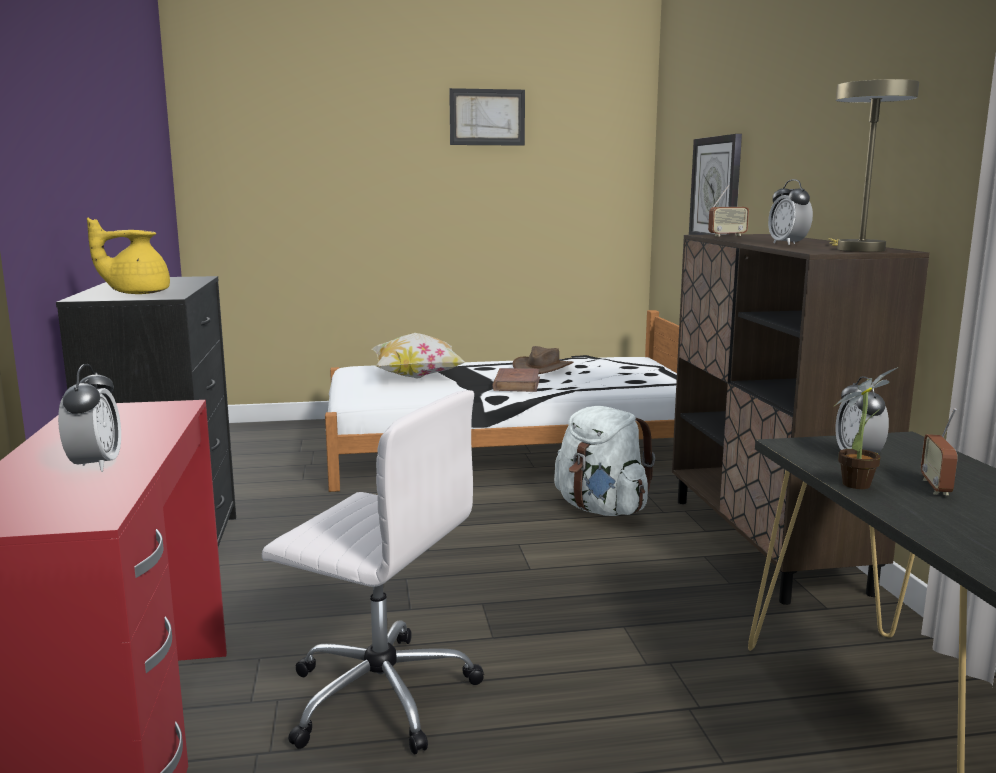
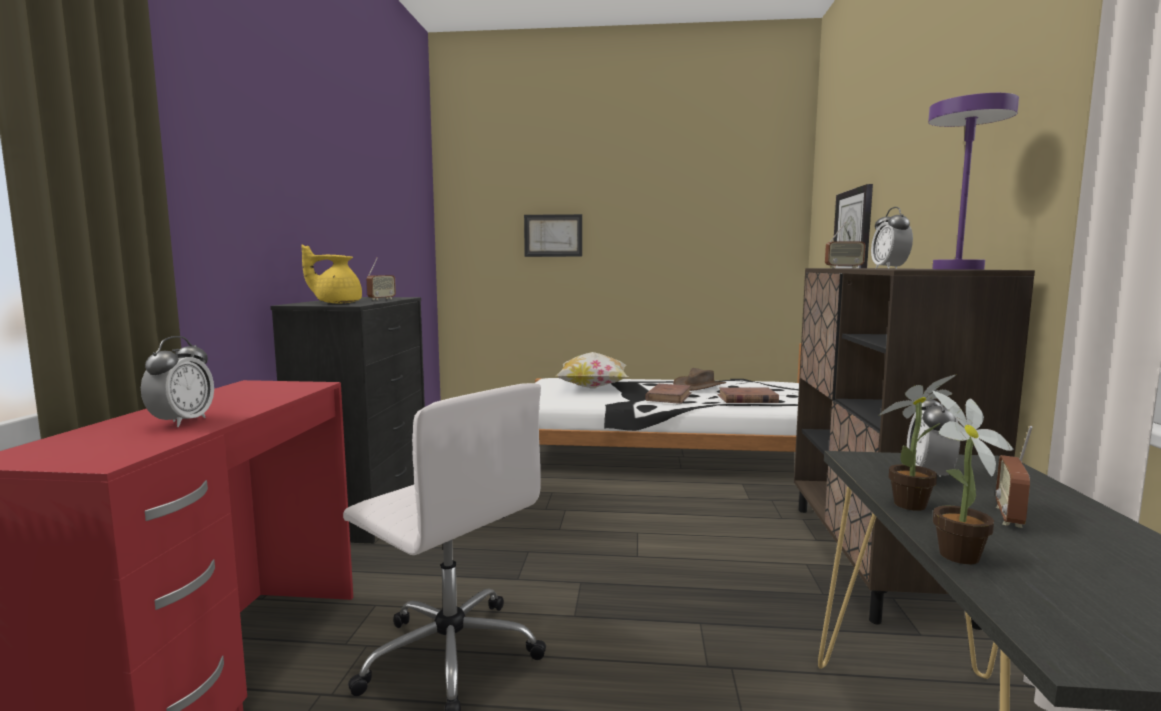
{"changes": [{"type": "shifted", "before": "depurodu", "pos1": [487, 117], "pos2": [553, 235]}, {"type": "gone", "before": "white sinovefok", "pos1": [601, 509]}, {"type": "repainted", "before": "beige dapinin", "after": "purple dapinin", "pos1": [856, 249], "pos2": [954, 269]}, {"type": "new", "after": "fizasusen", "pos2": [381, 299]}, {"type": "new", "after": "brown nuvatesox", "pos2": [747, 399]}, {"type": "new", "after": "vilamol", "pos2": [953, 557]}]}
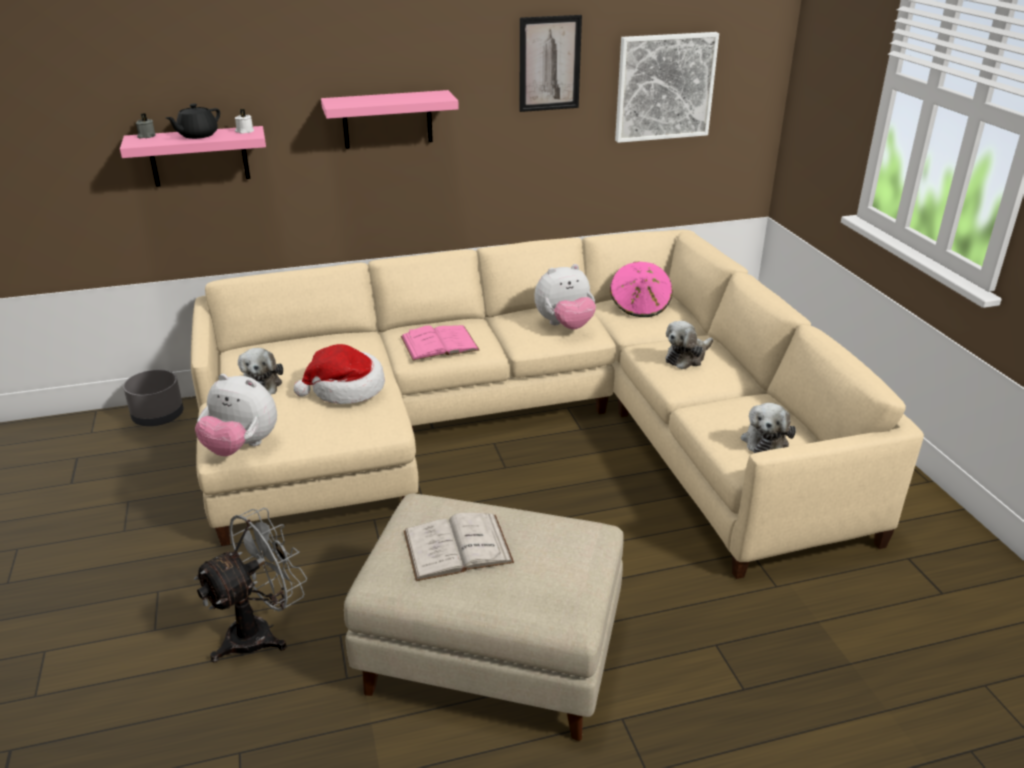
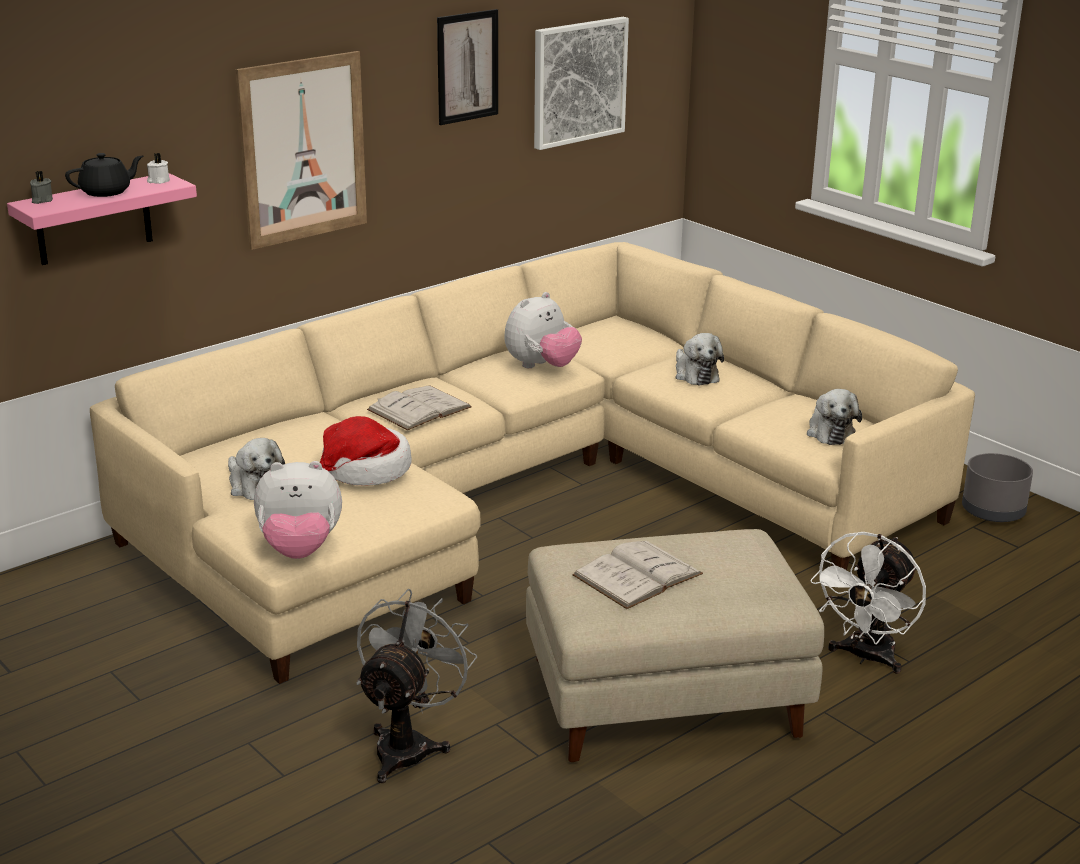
{"changes": [{"type": "shifted", "before": "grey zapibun", "pos1": [159, 416], "pos2": [992, 512]}, {"type": "rotated", "before": "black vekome", "pos1": [197, 135], "pos2": [107, 192], "turn": -135}, {"type": "swapped", "before": "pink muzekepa", "after": "depurodu", "pos1": [387, 119], "pos2": [303, 149]}, {"type": "repainted", "before": "pink nuvatesox", "after": "white nuvatesox", "pos1": [439, 343], "pos2": [419, 408]}, {"type": "gone", "before": "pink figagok", "pos1": [640, 306]}, {"type": "rotated", "before": "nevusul", "pos1": [687, 357], "pos2": [695, 374], "turn": -45}, {"type": "new", "after": "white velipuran", "pos2": [866, 657]}]}
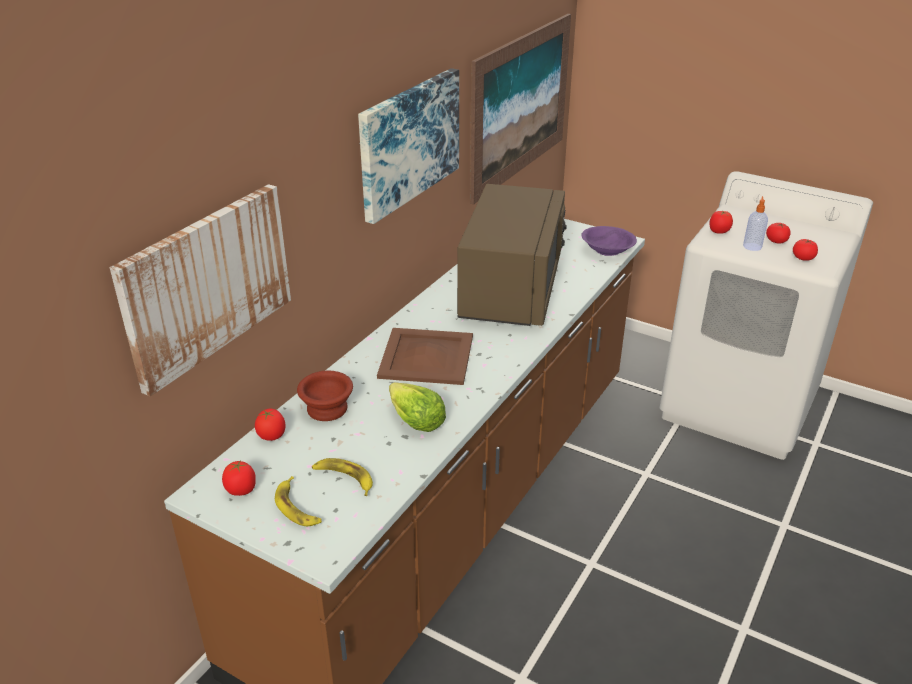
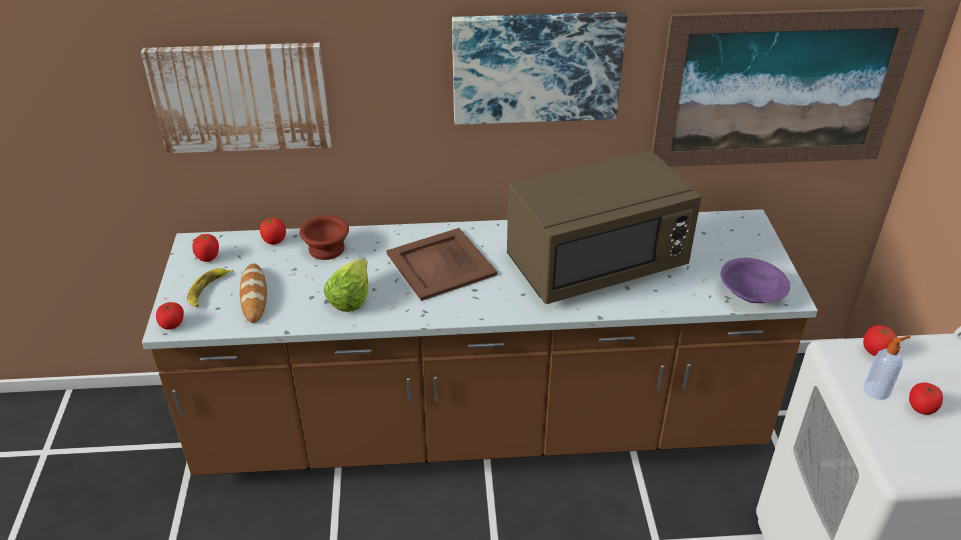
{"changes": [{"type": "swapped", "before": "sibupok", "after": "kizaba", "pos1": [344, 478], "pos2": [254, 295]}, {"type": "shifted", "before": "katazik", "pos1": [803, 258], "pos2": [172, 324]}]}
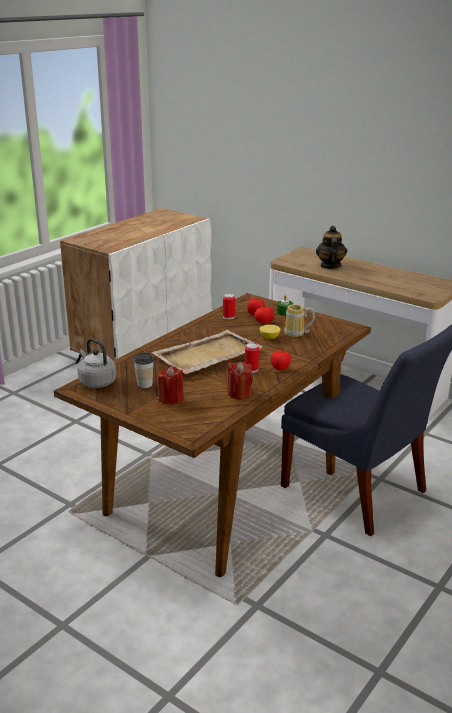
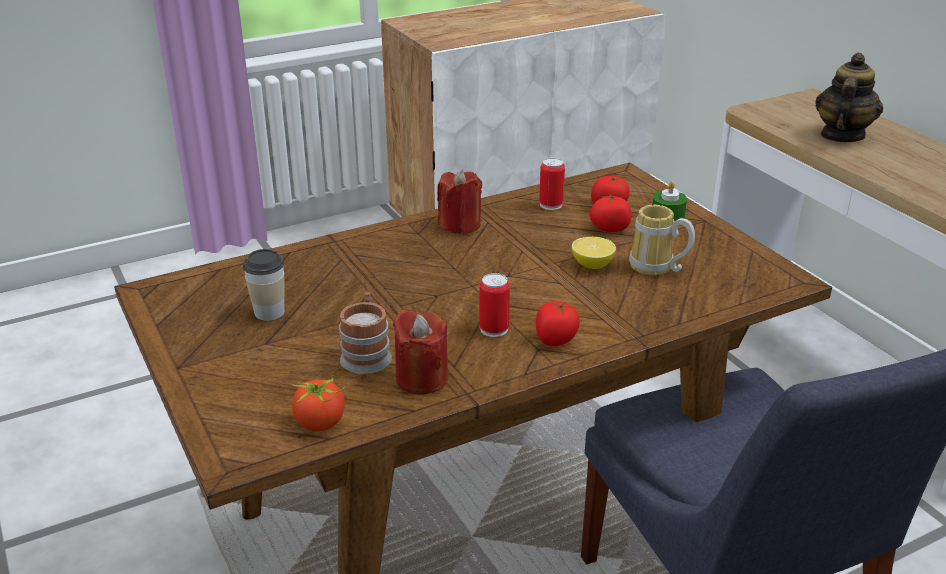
{"changes": [{"type": "gone", "before": "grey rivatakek", "pos1": [96, 382]}, {"type": "gone", "before": "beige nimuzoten", "pos1": [206, 355]}, {"type": "shifted", "before": "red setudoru", "pos1": [171, 399], "pos2": [460, 225]}, {"type": "new", "after": "katazik", "pos2": [321, 423]}, {"type": "new", "after": "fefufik", "pos2": [367, 354]}]}
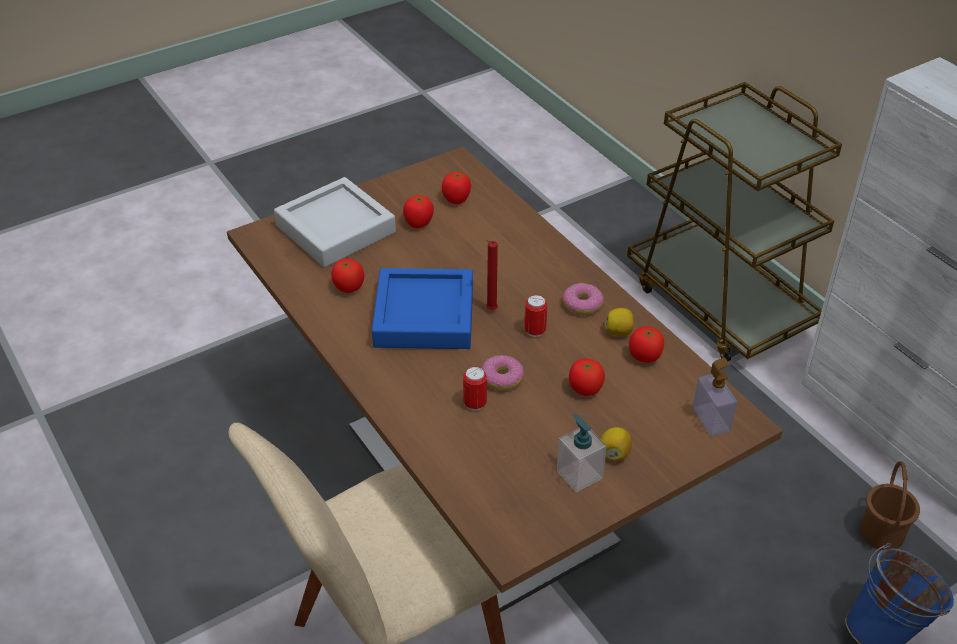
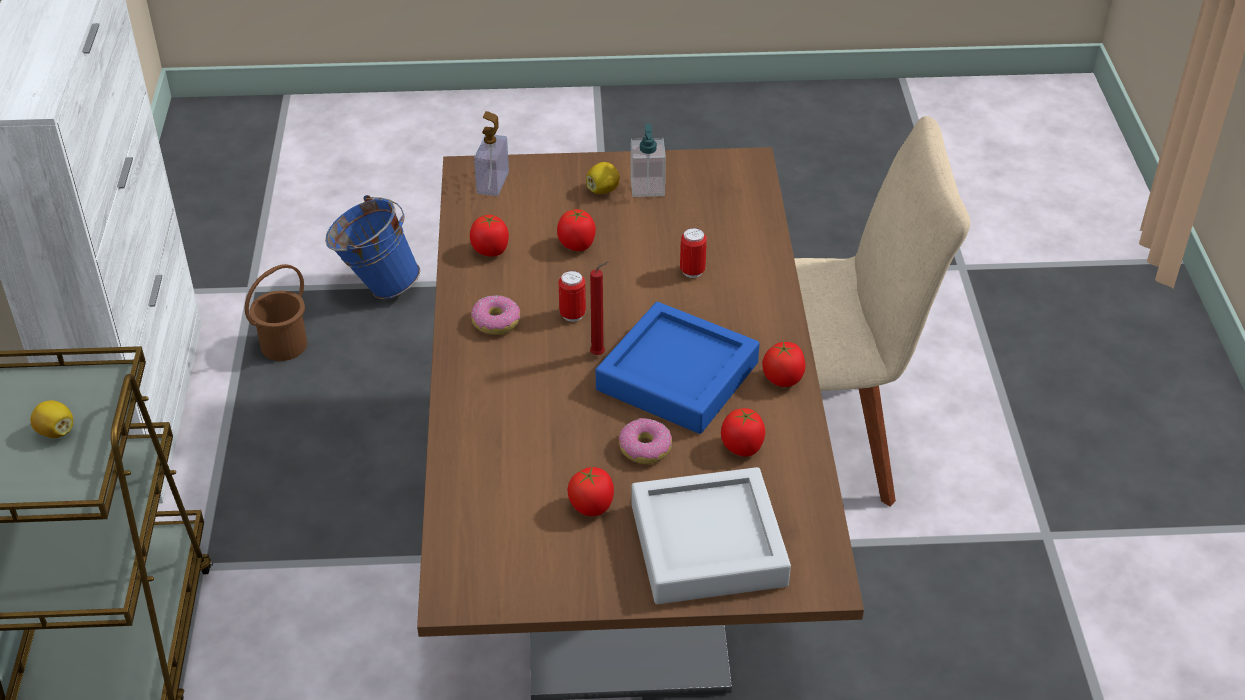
{"changes": [{"type": "shifted", "before": "katazik", "pos1": [456, 199], "pos2": [783, 379]}, {"type": "shifted", "before": "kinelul", "pos1": [502, 378], "pos2": [645, 448]}, {"type": "shifted", "before": "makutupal", "pos1": [619, 332], "pos2": [56, 431]}]}
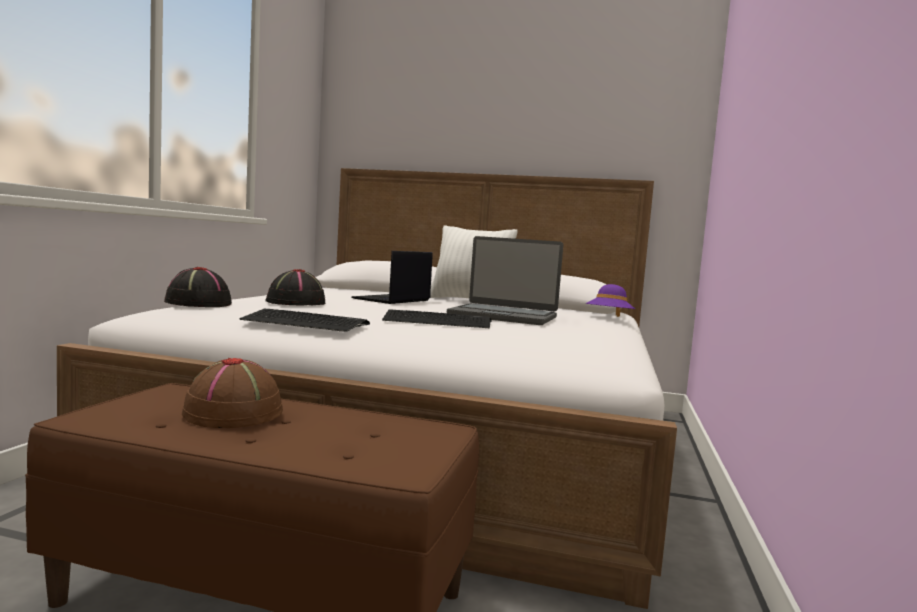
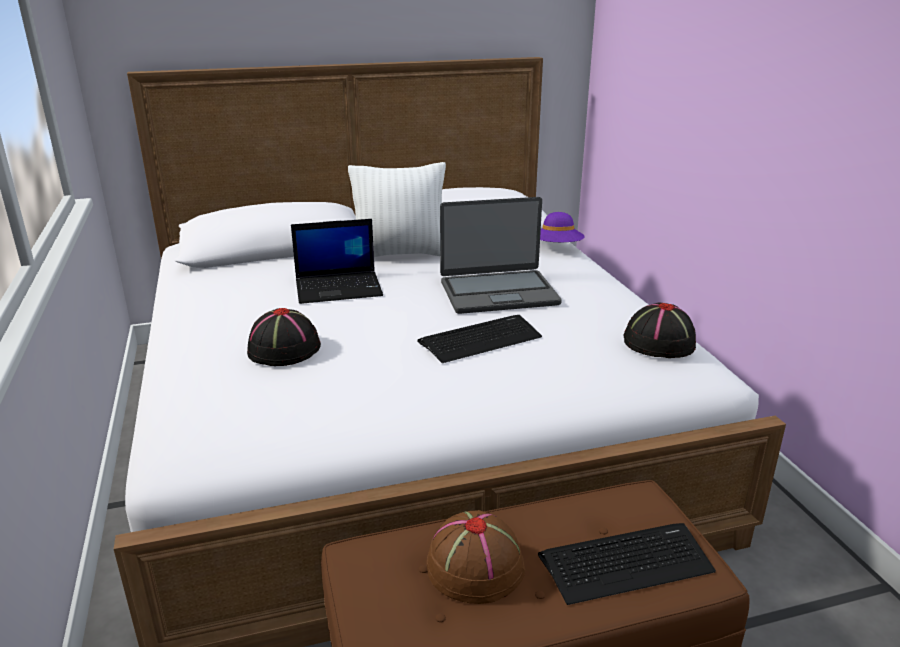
{"changes": [{"type": "shifted", "before": "black figagok", "pos1": [197, 303], "pos2": [658, 343]}, {"type": "shifted", "before": "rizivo", "pos1": [305, 323], "pos2": [626, 563]}, {"type": "rotated", "before": "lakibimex", "pos1": [392, 300], "pos2": [339, 288], "turn": -105}]}
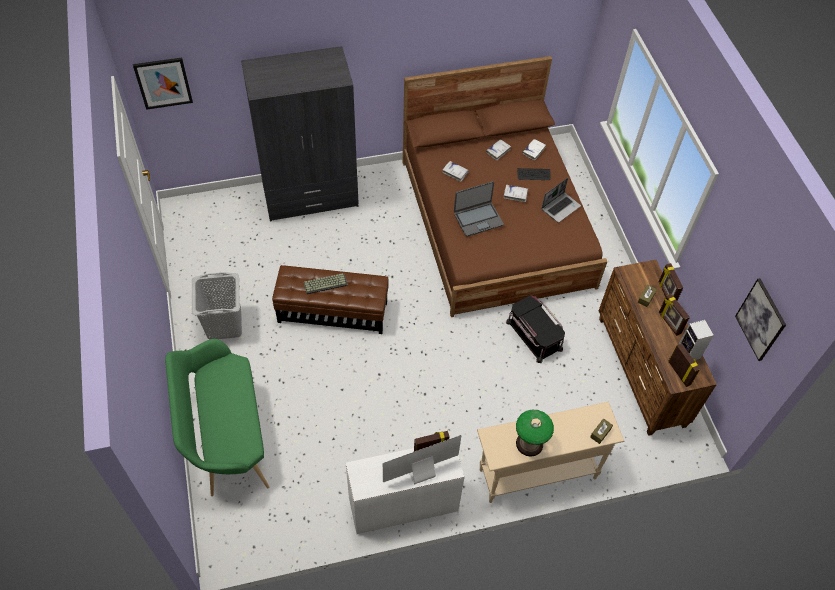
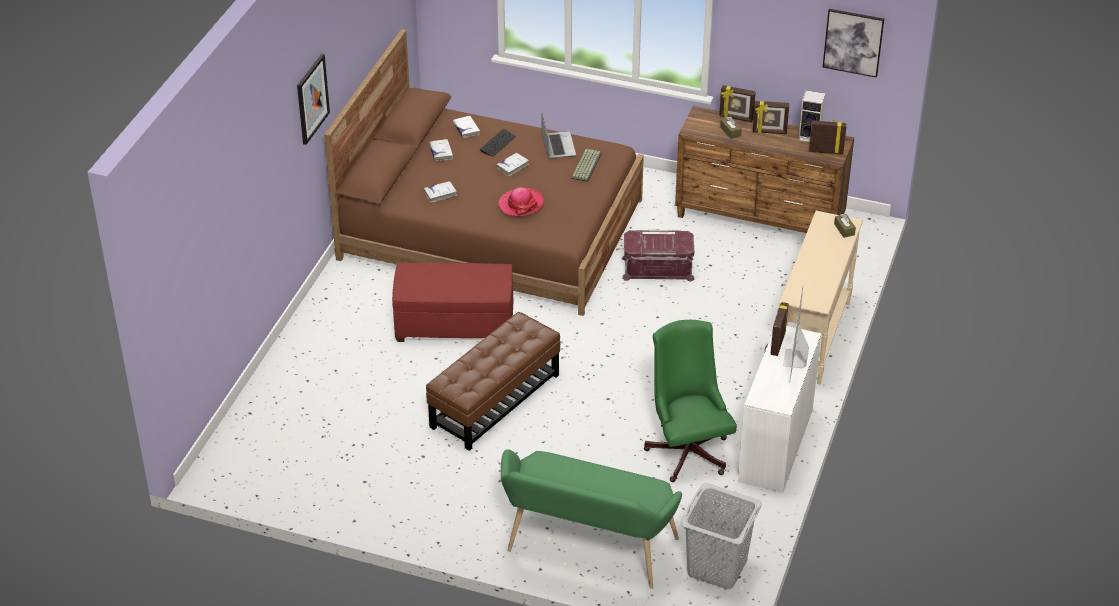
{"changes": [{"type": "shifted", "before": "depurodu", "pos1": [163, 83], "pos2": [312, 99]}, {"type": "shifted", "before": "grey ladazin", "pos1": [224, 324], "pos2": [717, 567]}, {"type": "gone", "before": "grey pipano", "pos1": [310, 196]}, {"type": "shifted", "before": "rizivo", "pos1": [325, 283], "pos2": [586, 165]}, {"type": "swapped", "before": "lakibimex", "after": "figagok", "pos1": [478, 219], "pos2": [521, 204]}, {"type": "repainted", "before": "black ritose", "after": "red ritose", "pos1": [533, 335], "pos2": [657, 269]}, {"type": "gone", "before": "dapinin", "pos1": [529, 444]}, {"type": "new", "after": "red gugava", "pos2": [454, 324]}, {"type": "new", "after": "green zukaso", "pos2": [687, 449]}]}
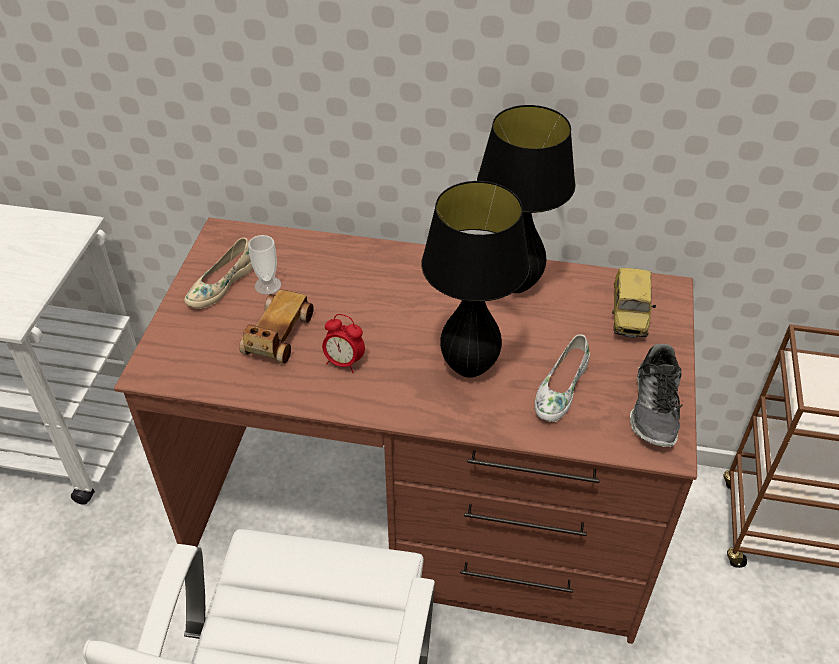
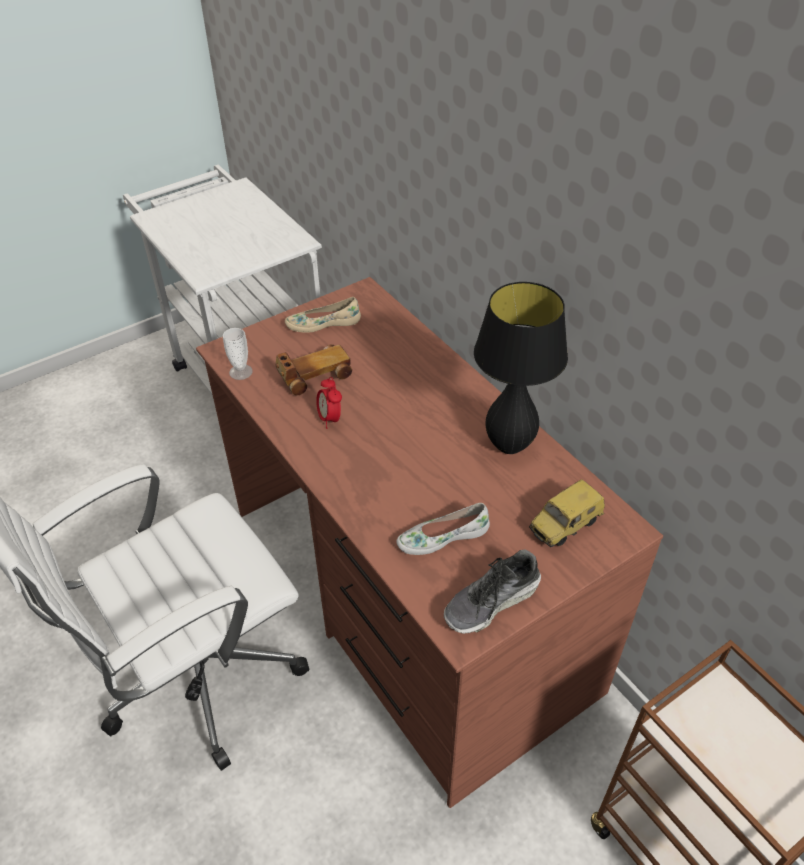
{"changes": [{"type": "shifted", "before": "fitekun", "pos1": [268, 285], "pos2": [240, 372]}, {"type": "gone", "before": "black dapinin", "pos1": [469, 367]}]}
